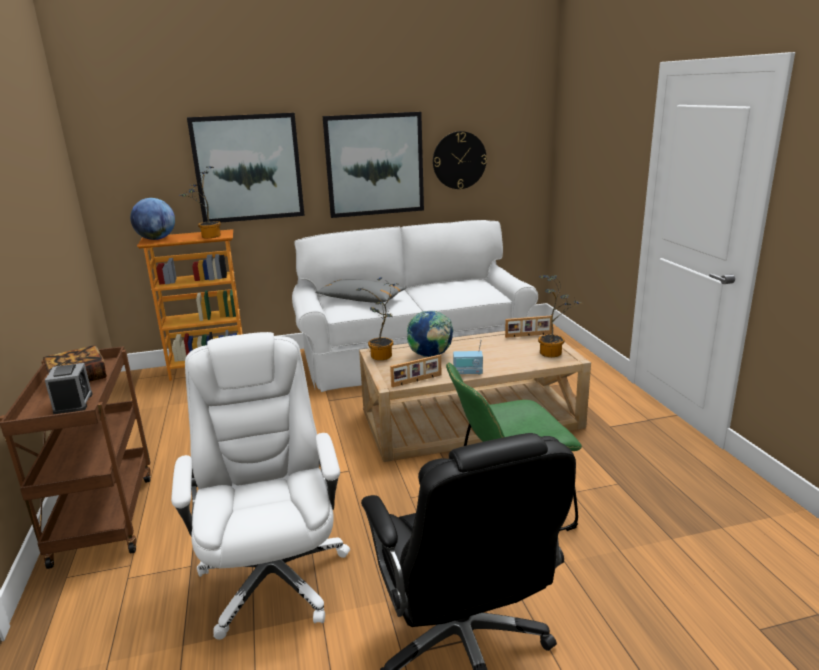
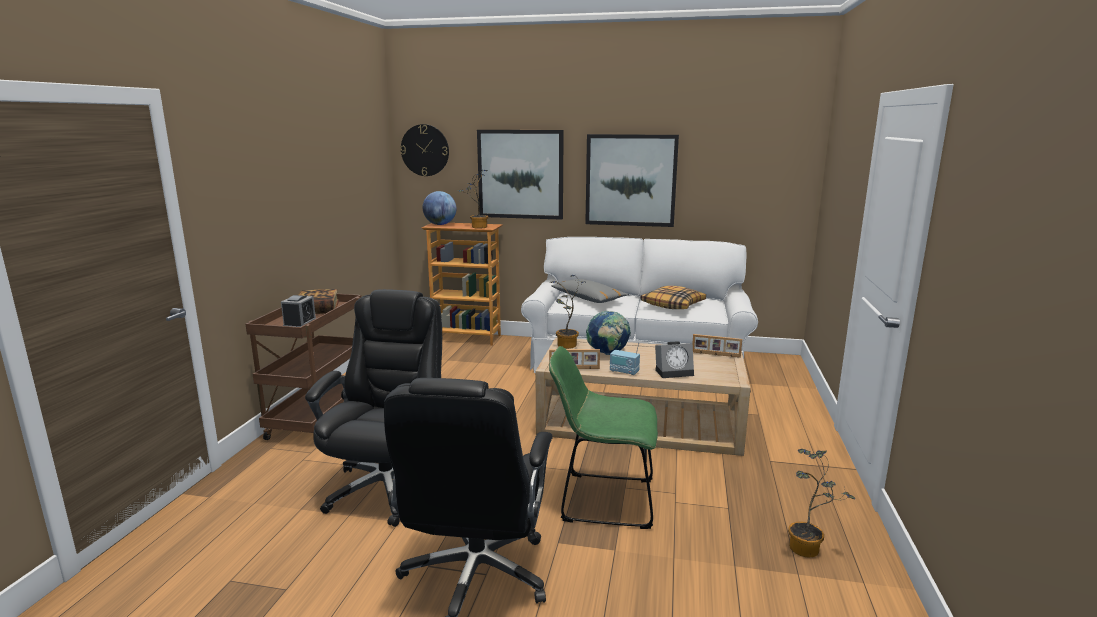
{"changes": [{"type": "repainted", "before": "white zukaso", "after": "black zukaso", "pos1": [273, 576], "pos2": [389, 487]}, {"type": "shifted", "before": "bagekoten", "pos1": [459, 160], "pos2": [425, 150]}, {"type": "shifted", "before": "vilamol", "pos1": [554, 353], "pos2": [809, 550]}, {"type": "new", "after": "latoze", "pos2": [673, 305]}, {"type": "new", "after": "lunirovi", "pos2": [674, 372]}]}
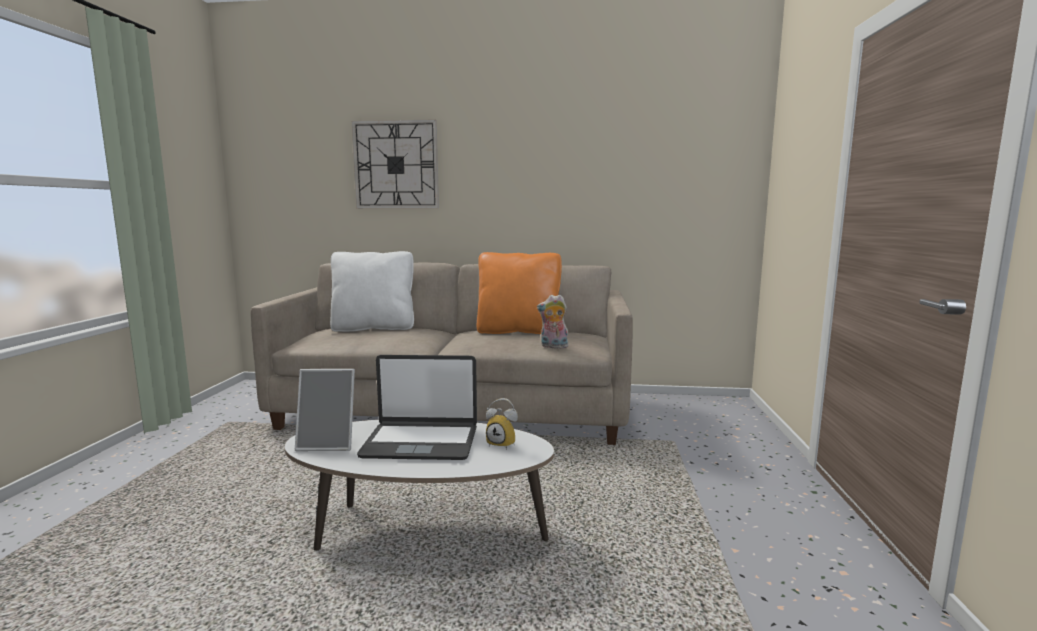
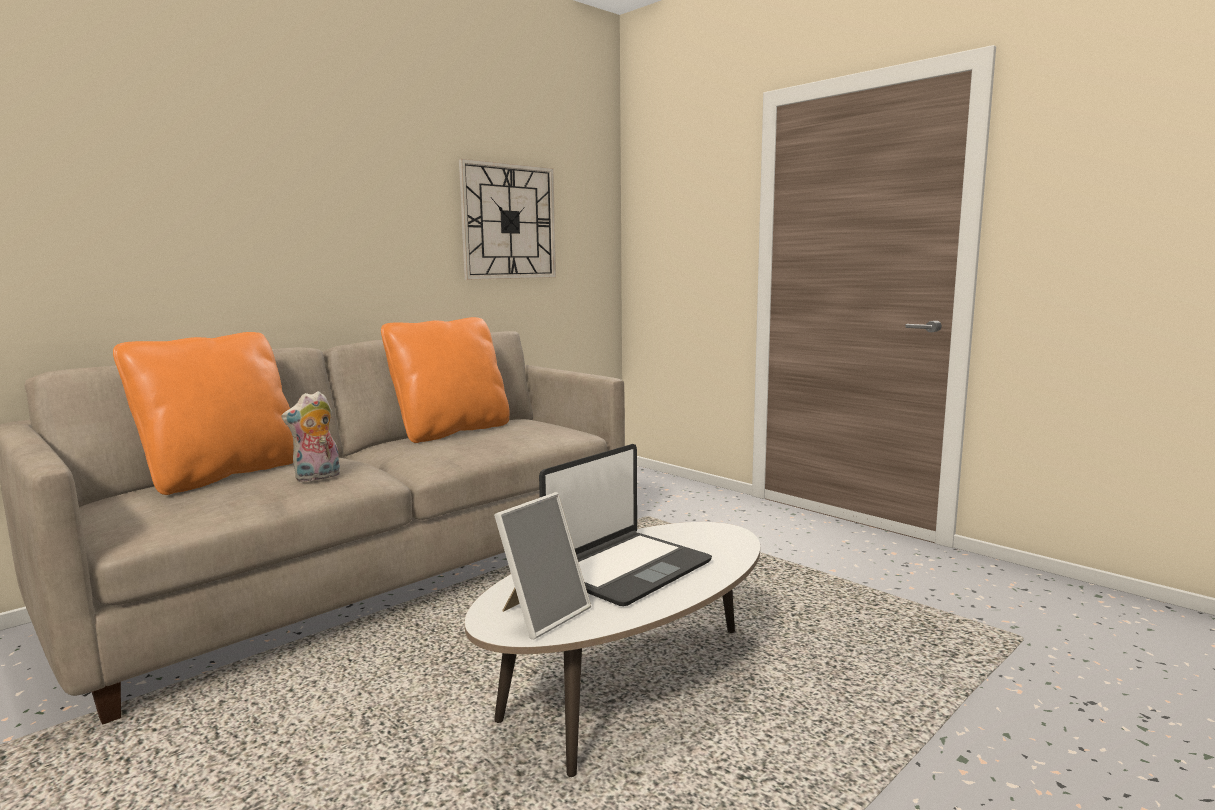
{"changes": [{"type": "repainted", "before": "white latoze", "after": "orange latoze", "pos1": [374, 328], "pos2": [222, 475]}, {"type": "shifted", "before": "bagekoten", "pos1": [396, 165], "pos2": [508, 222]}, {"type": "gone", "before": "lunirovi", "pos1": [503, 444]}, {"type": "shifted", "before": "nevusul", "pos1": [553, 347], "pos2": [317, 477]}]}
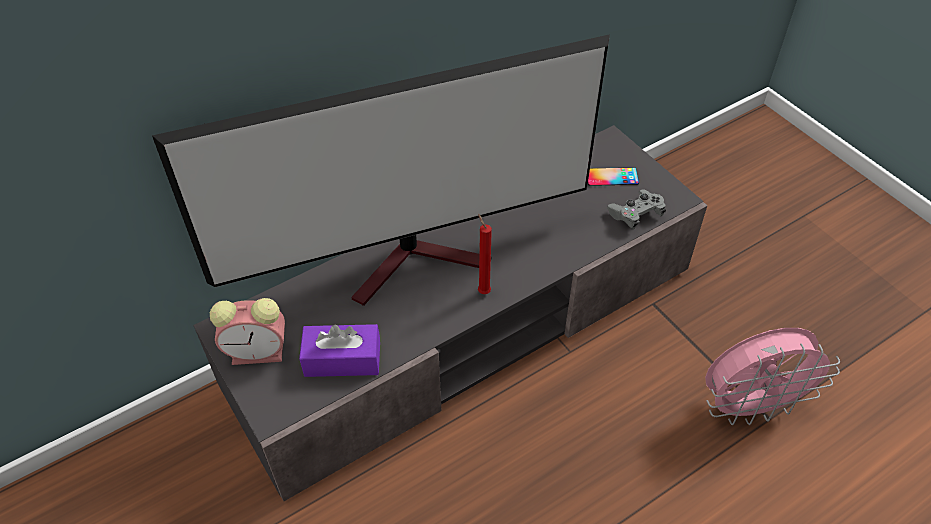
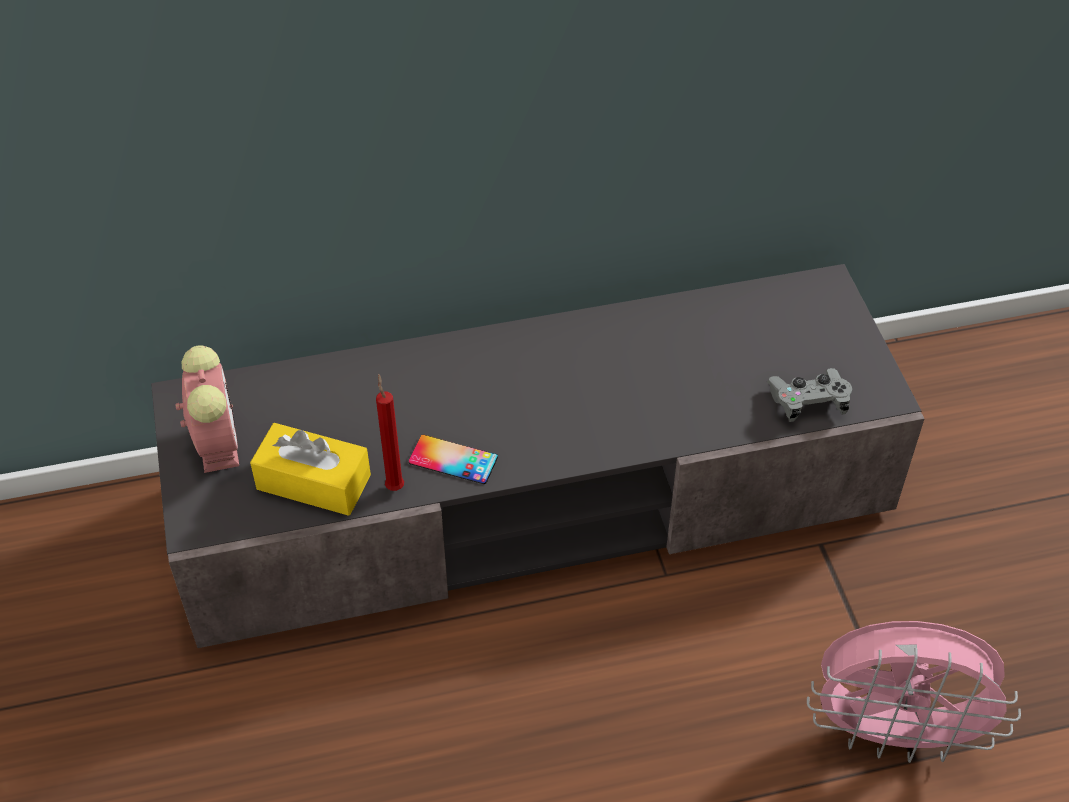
{"changes": [{"type": "gone", "before": "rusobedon", "pos1": [419, 261]}, {"type": "rotated", "before": "lunirovi", "pos1": [260, 351], "pos2": [216, 441], "turn": -120}, {"type": "repainted", "before": "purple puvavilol", "after": "yellow puvavilol", "pos1": [342, 359], "pos2": [313, 482]}, {"type": "shifted", "before": "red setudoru", "pos1": [483, 291], "pos2": [394, 485]}, {"type": "shifted", "before": "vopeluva", "pos1": [612, 177], "pos2": [453, 460]}]}
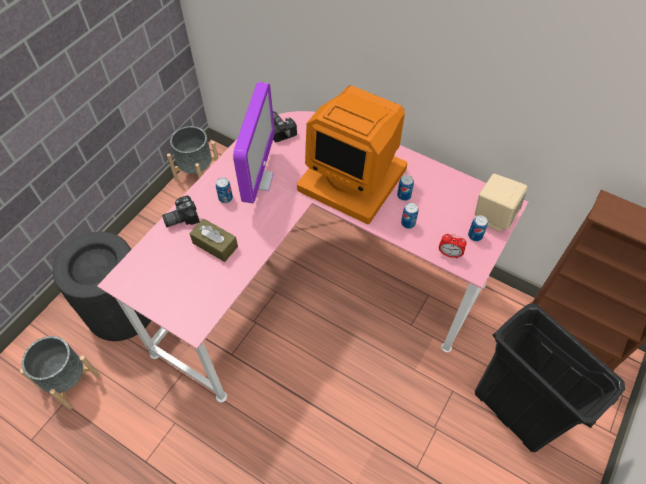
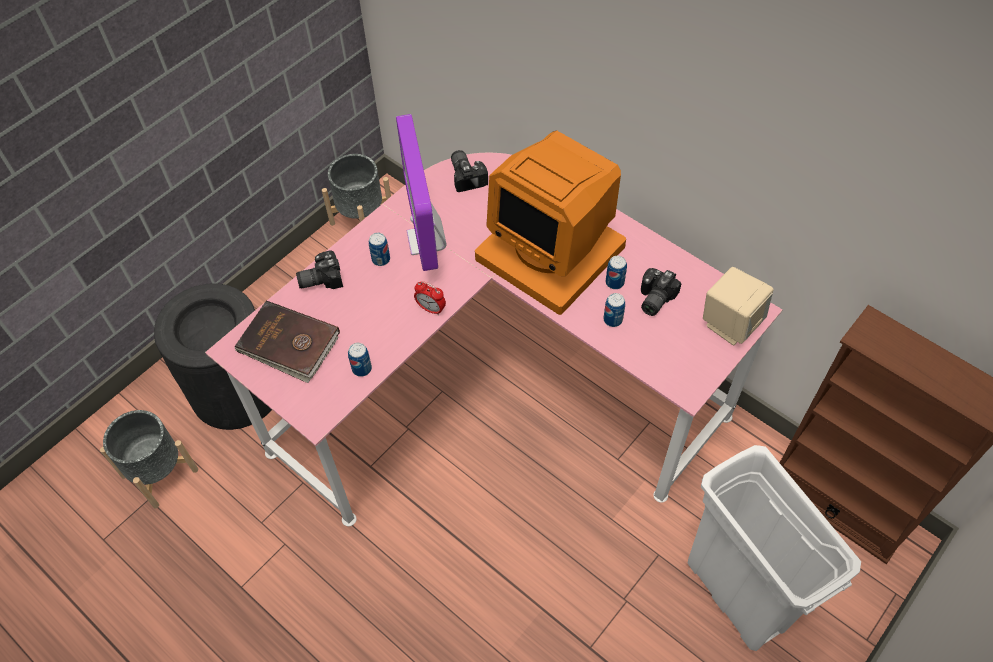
{"changes": [{"type": "gone", "before": "brown puvavilol", "pos1": [215, 245]}, {"type": "rotated", "before": "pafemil", "pos1": [258, 180], "pos2": [426, 240], "turn": 150}, {"type": "shifted", "before": "lunirovi", "pos1": [449, 254], "pos2": [431, 309]}, {"type": "shifted", "before": "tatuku", "pos1": [475, 236], "pos2": [362, 369]}, {"type": "repainted", "before": "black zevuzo", "after": "white zevuzo", "pos1": [512, 412], "pos2": [734, 594]}, {"type": "new", "after": "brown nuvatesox", "pos2": [288, 344]}, {"type": "new", "after": "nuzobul", "pos2": [653, 299]}]}
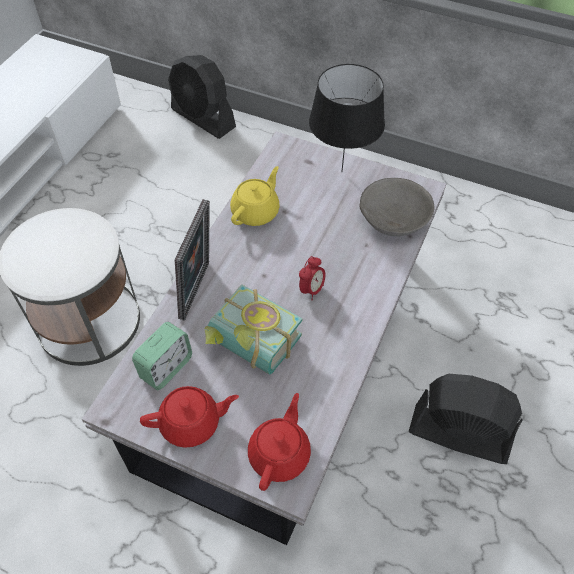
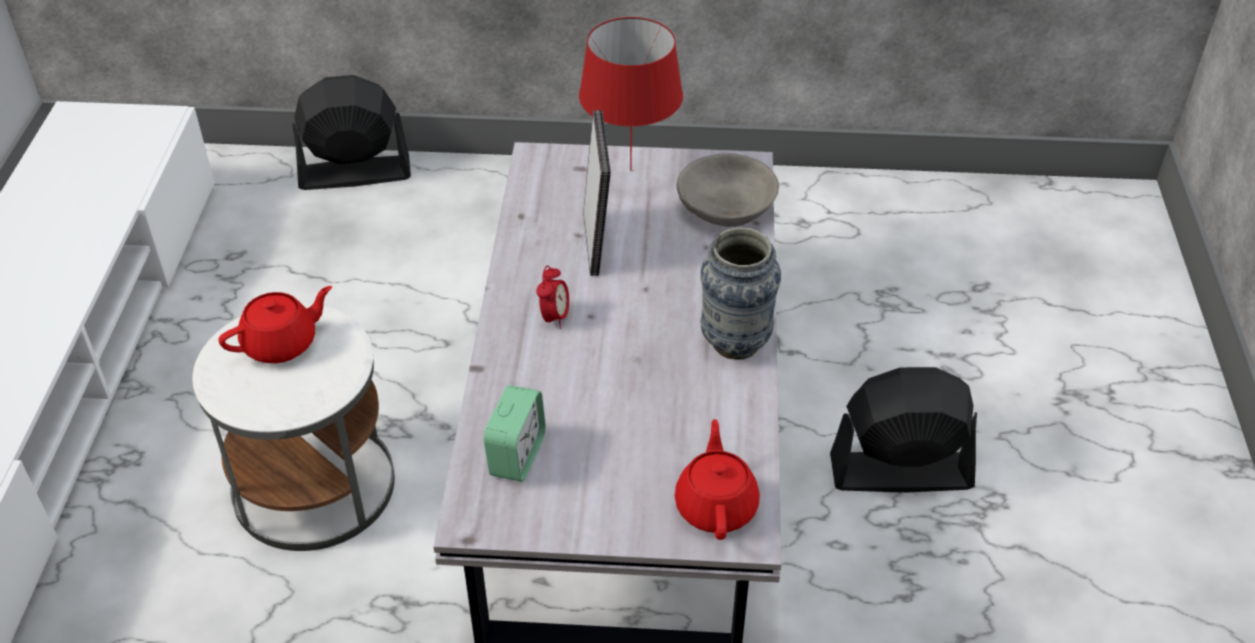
{"changes": [{"type": "shifted", "before": "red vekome", "pos1": [191, 423], "pos2": [282, 344]}, {"type": "rotated", "before": "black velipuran", "pos1": [203, 118], "pos2": [354, 173], "turn": 150}, {"type": "shifted", "before": "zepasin", "pos1": [198, 291], "pos2": [597, 243]}, {"type": "gone", "before": "nuvatesox", "pos1": [249, 347]}, {"type": "gone", "before": "yellow vekome", "pos1": [256, 212]}, {"type": "shifted", "before": "lunirovi", "pos1": [311, 289], "pos2": [554, 317]}, {"type": "repainted", "before": "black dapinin", "after": "red dapinin", "pos1": [342, 172], "pos2": [632, 170]}, {"type": "new", "after": "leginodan", "pos2": [735, 343]}]}
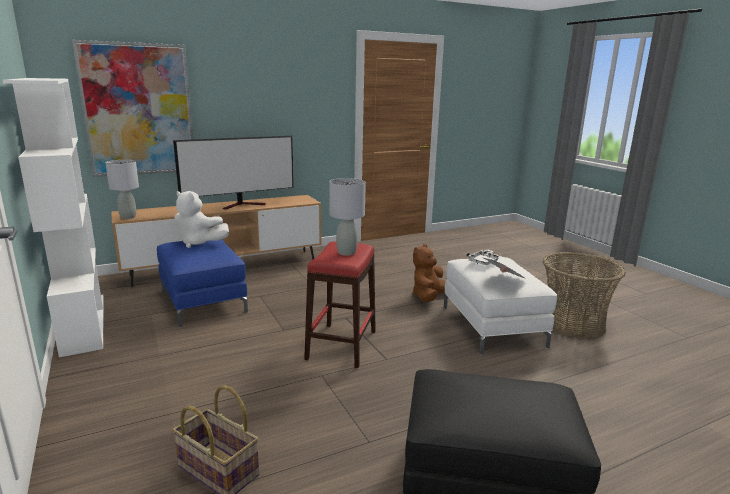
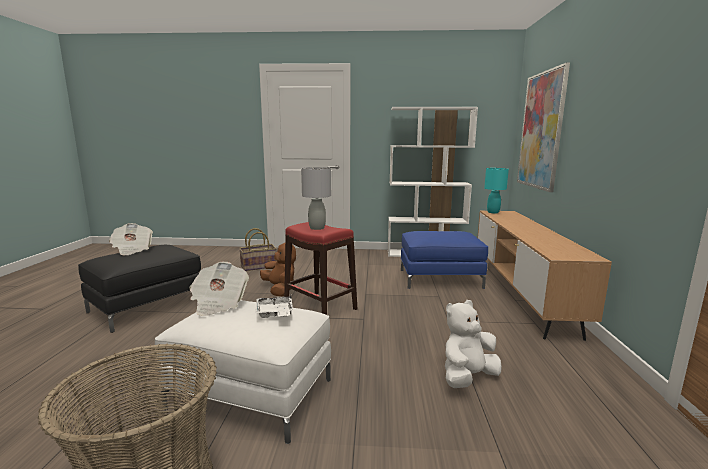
{"changes": [{"type": "repainted", "before": "grey dapinin", "after": "turquoise dapinin", "pos1": [128, 217], "pos2": [493, 212]}, {"type": "gone", "before": "rusobedon", "pos1": [243, 205]}, {"type": "shifted", "before": "white nevusul", "pos1": [199, 243], "pos2": [467, 377]}, {"type": "shifted", "before": "brown nevusul", "pos1": [428, 297], "pos2": [280, 290]}, {"type": "new", "after": "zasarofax", "pos2": [132, 249]}]}
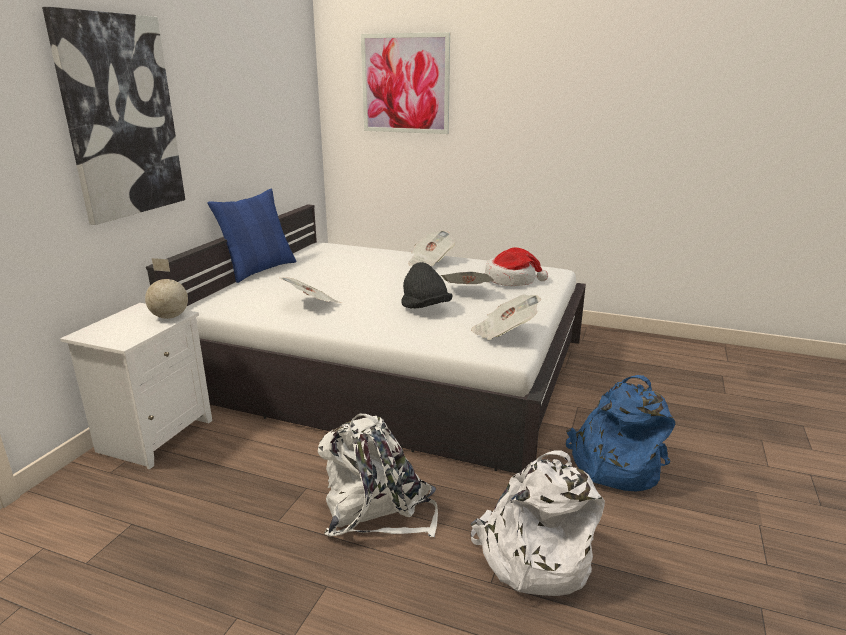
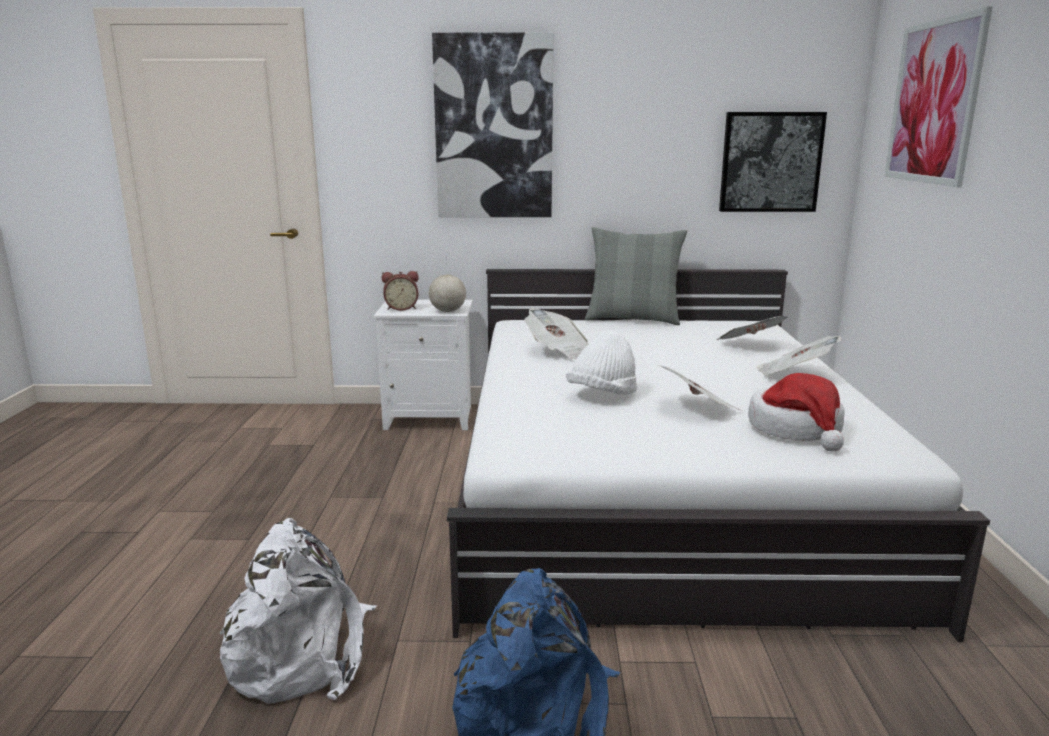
{"changes": [{"type": "repainted", "before": "blue latoze", "after": "grey latoze", "pos1": [259, 270], "pos2": [633, 319]}, {"type": "gone", "before": "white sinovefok", "pos1": [377, 510]}, {"type": "repainted", "before": "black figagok", "after": "white figagok", "pos1": [425, 308], "pos2": [602, 395]}, {"type": "shifted", "before": "zasarofax", "pos1": [504, 333], "pos2": [749, 346]}, {"type": "new", "after": "lunirovi", "pos2": [401, 308]}, {"type": "new", "after": "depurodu", "pos2": [770, 162]}]}
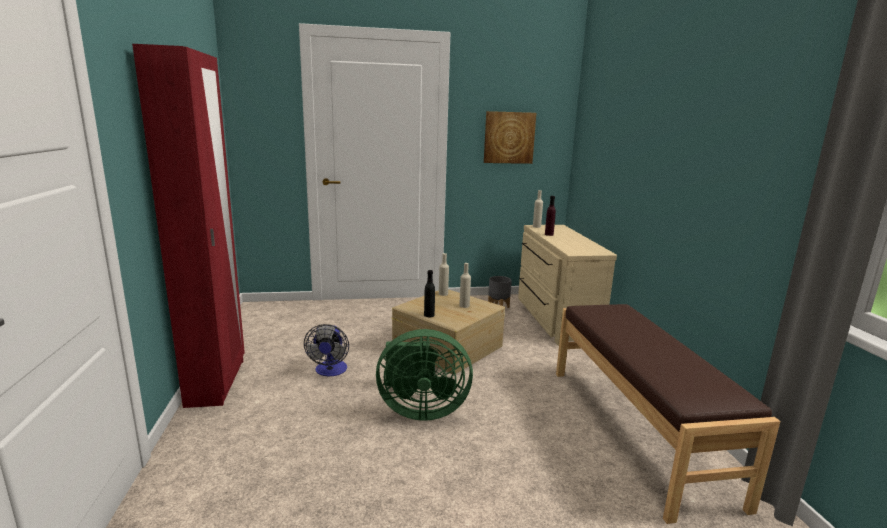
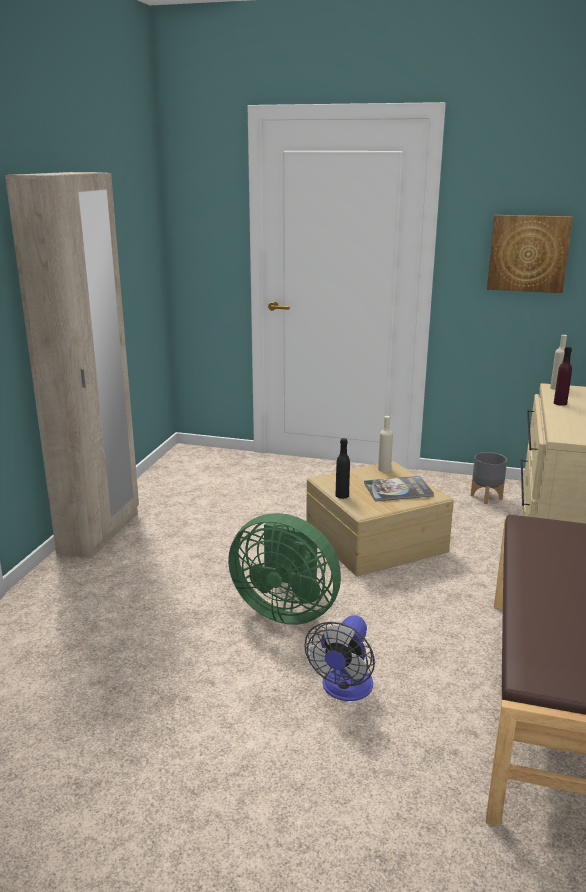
{"changes": [{"type": "repainted", "before": "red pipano", "after": "beige pipano", "pos1": [217, 382], "pos2": [100, 532]}, {"type": "shifted", "before": "velipuran", "pos1": [330, 371], "pos2": [344, 689]}, {"type": "swapped", "before": "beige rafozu", "after": "nuvatesox", "pos1": [464, 306], "pos2": [398, 490]}]}
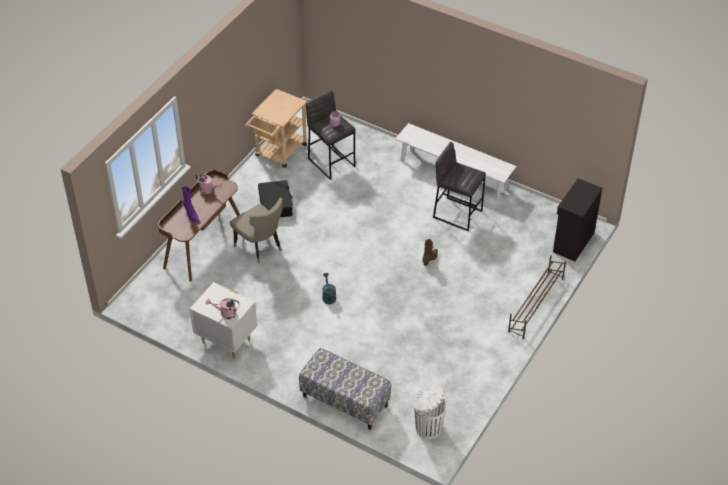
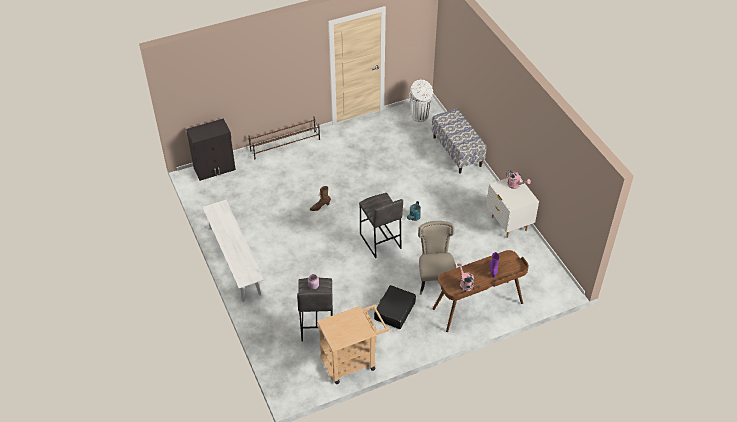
{"changes": [{"type": "shifted", "before": "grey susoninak", "pos1": [457, 213], "pos2": [380, 241]}]}
